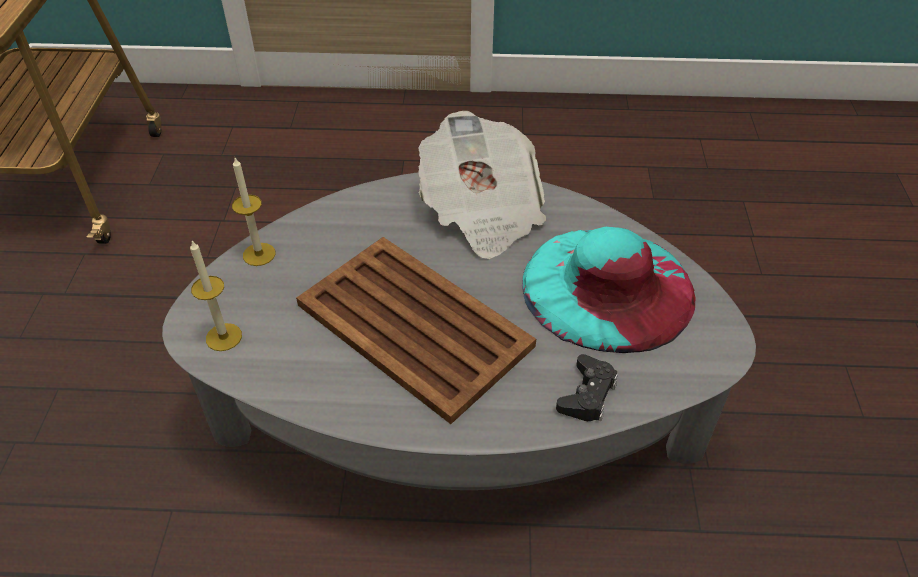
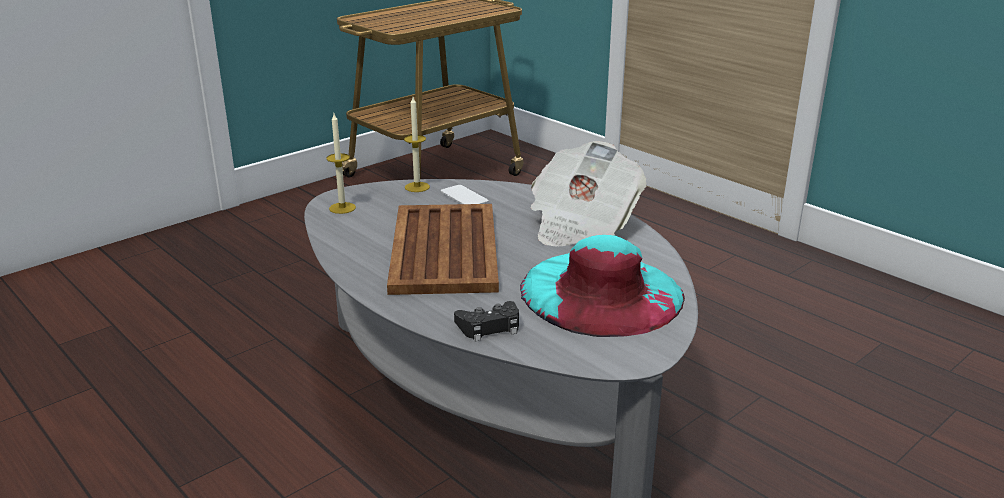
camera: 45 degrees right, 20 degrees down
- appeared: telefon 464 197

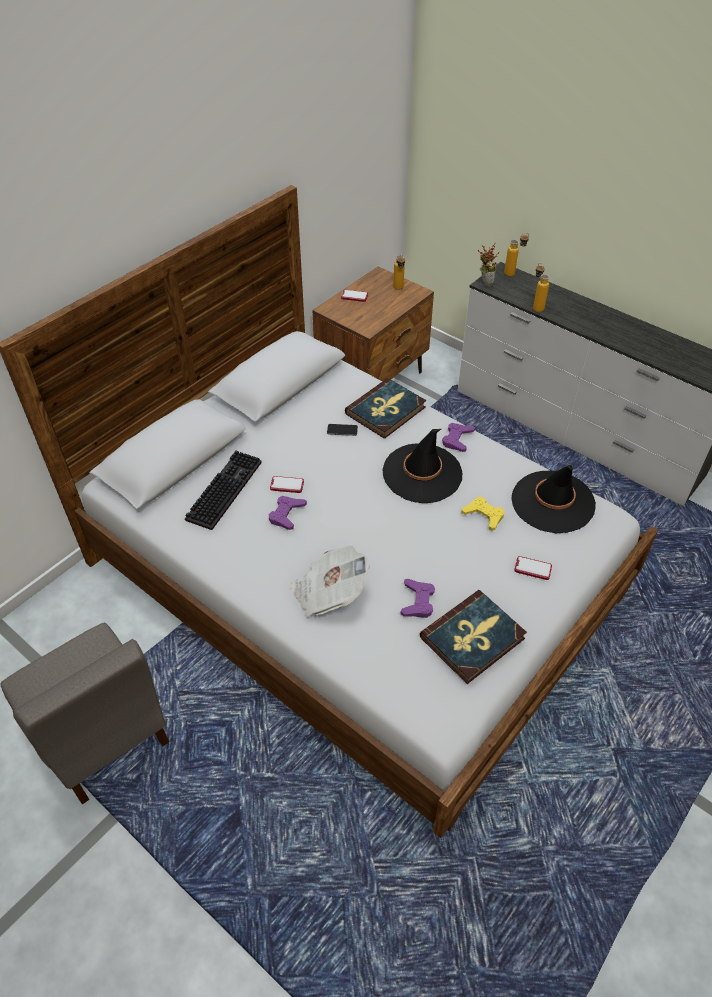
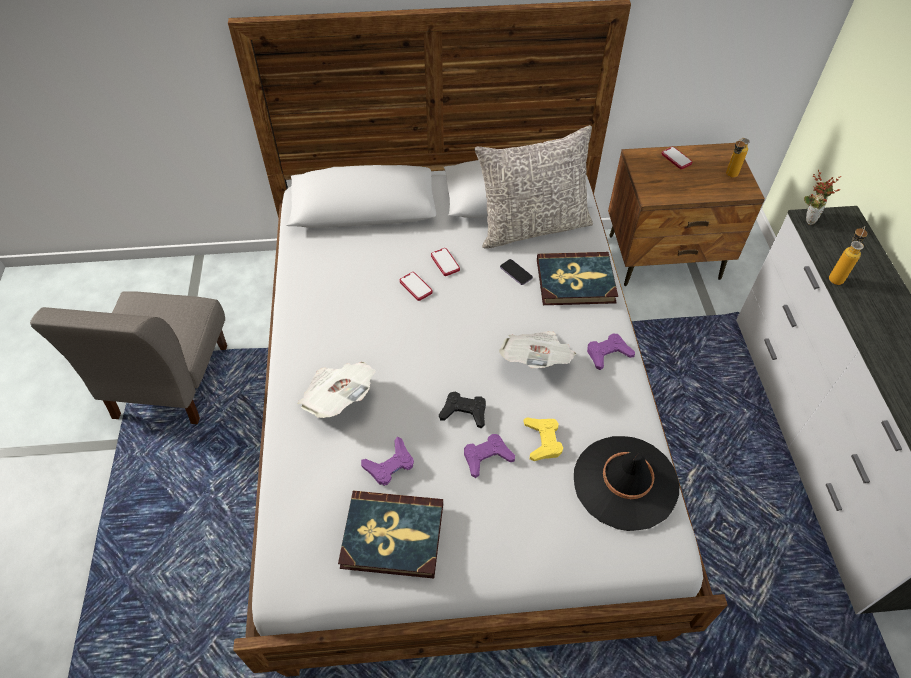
camera: 45 degrees right, 5 degrees up
- missing: klawiatura 223 489
- missing: butelka 513 273
- appeared: pad do gier (czarny) 464 412
- appeared: poduszka (szary) 532 226
- relocated: pad do gier (fioletowy) 286 514 to 487 457
- relocated: telefon 532 569 to 445 262
- exchanged: kapelusz (czarny) 422 473 to gazeta 536 360

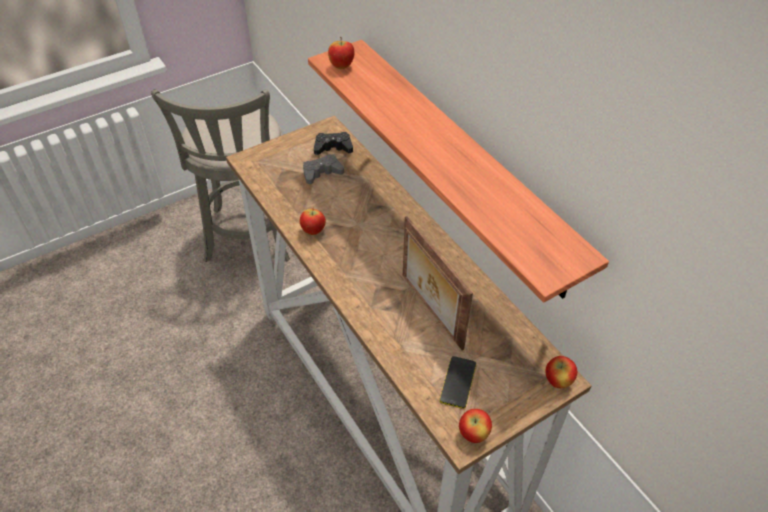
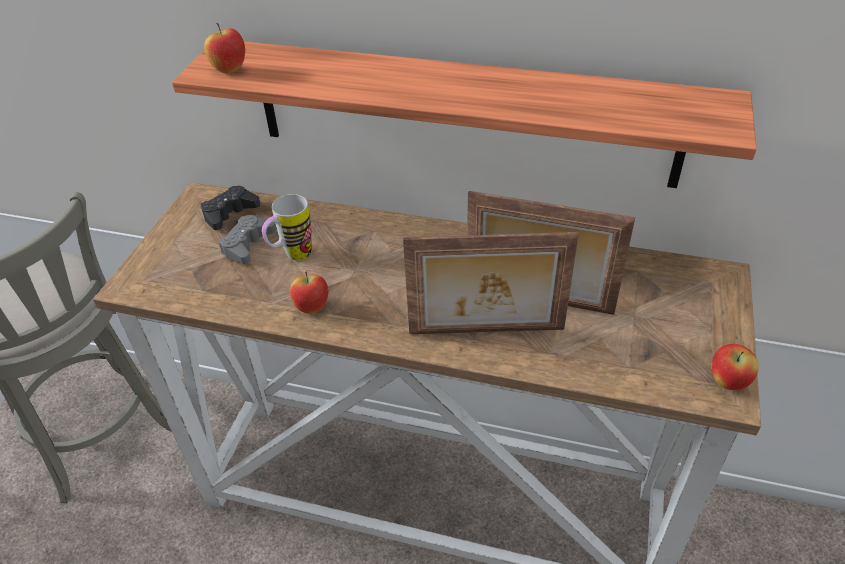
camera: 40 degrees left, 5 degrees down
- missing: telefon 458 382
- missing: jabłko 558 381
- appeared: kubek 292 256
- appeared: ramka na zdjęcie 486 332

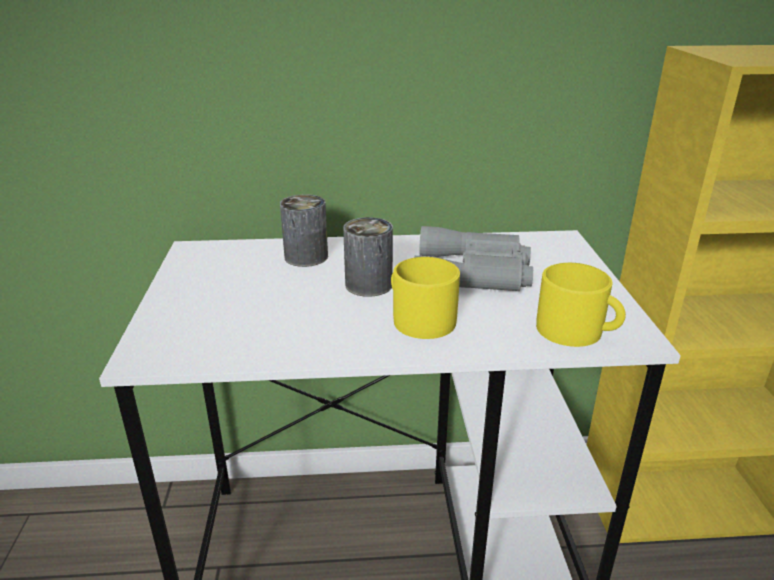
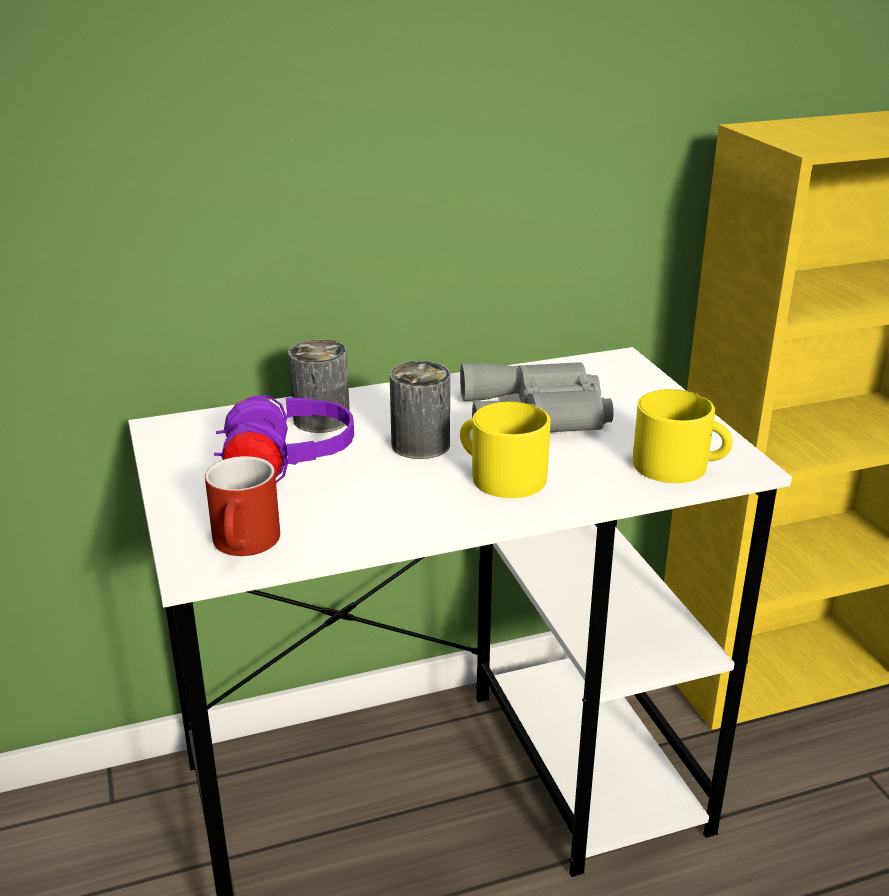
camera: 15 degrees left, 0 degrees up
- appeared: kubek (czerwony) 246 546
- appeared: słuchawki (fioletowy) 287 468

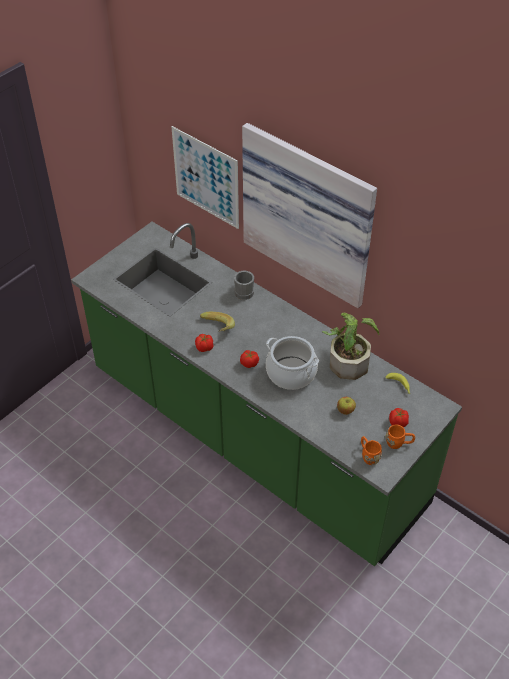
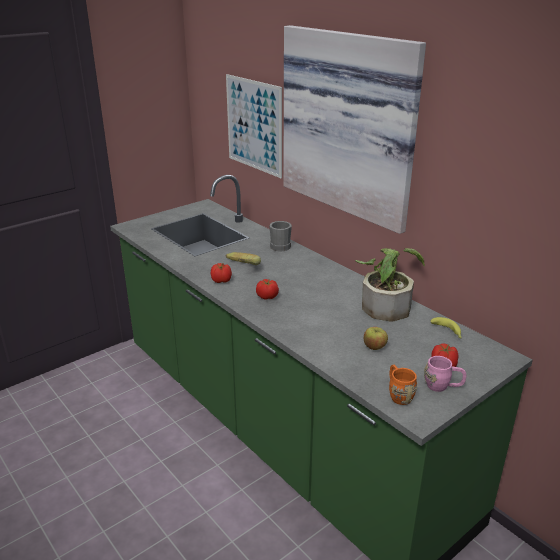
camera: 10 degrees right, 20 degrees down
- missing: garnek 291 373
- colour: kubek (pomarańczowy) 398 443 to kubek (różowy) 442 386

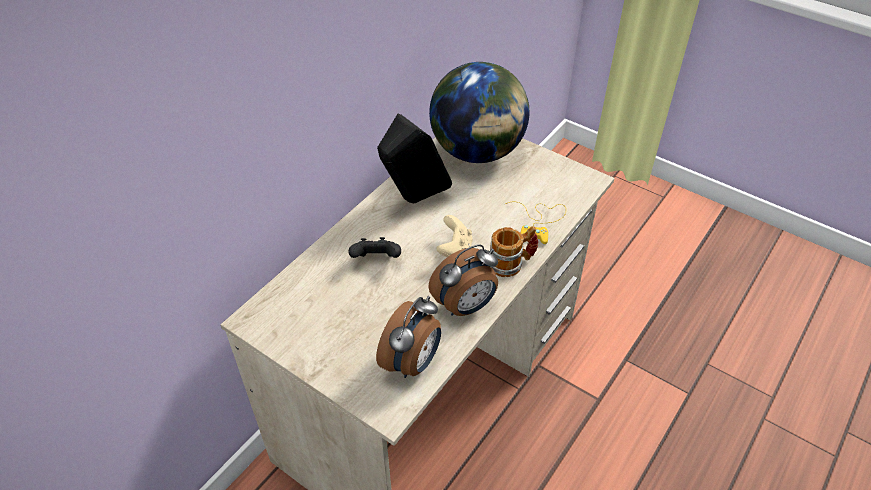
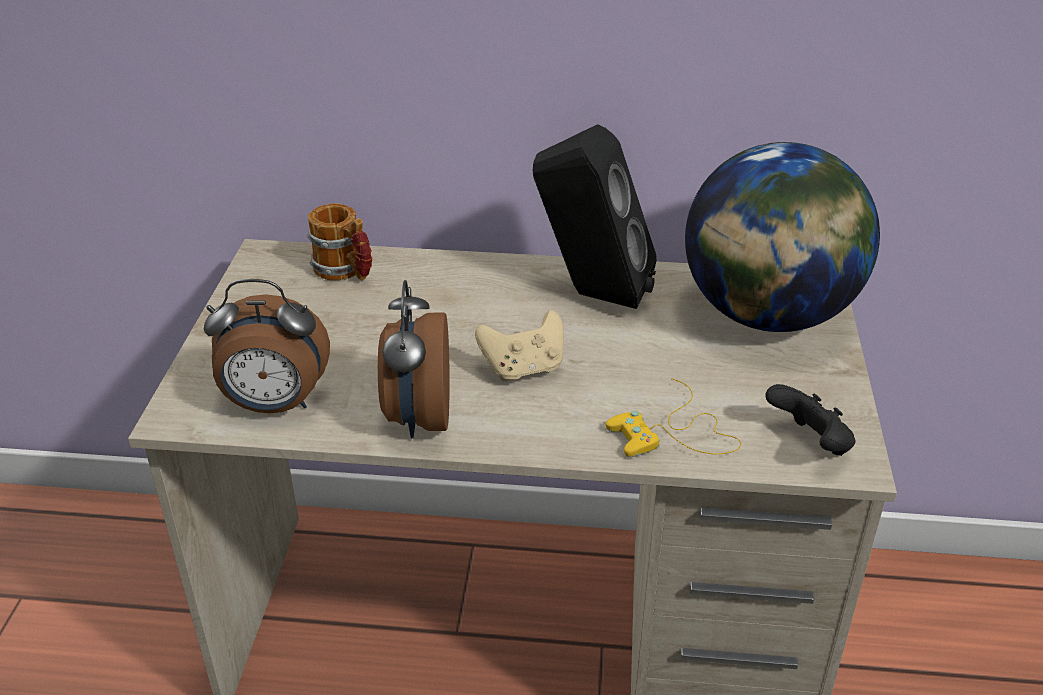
camera: 60 degrees right, 10 degrees down
- relocated: pad do gier (czarny) 376 260 to 810 444
- relocated: kubek 512 263 to 345 272
- spun: budzik 465 306 = 417 417 60 degrees clockwise

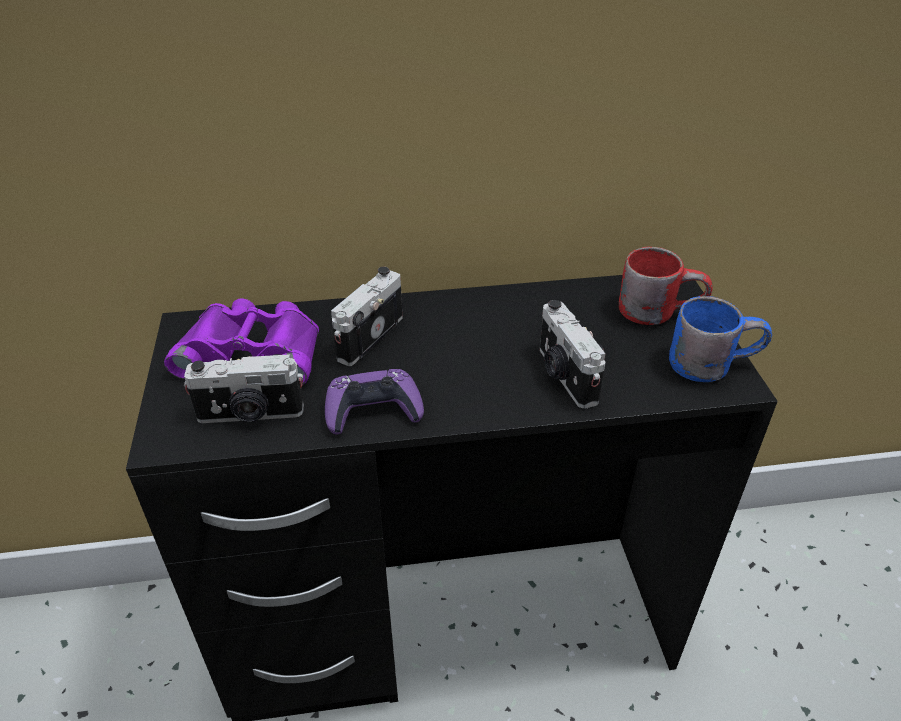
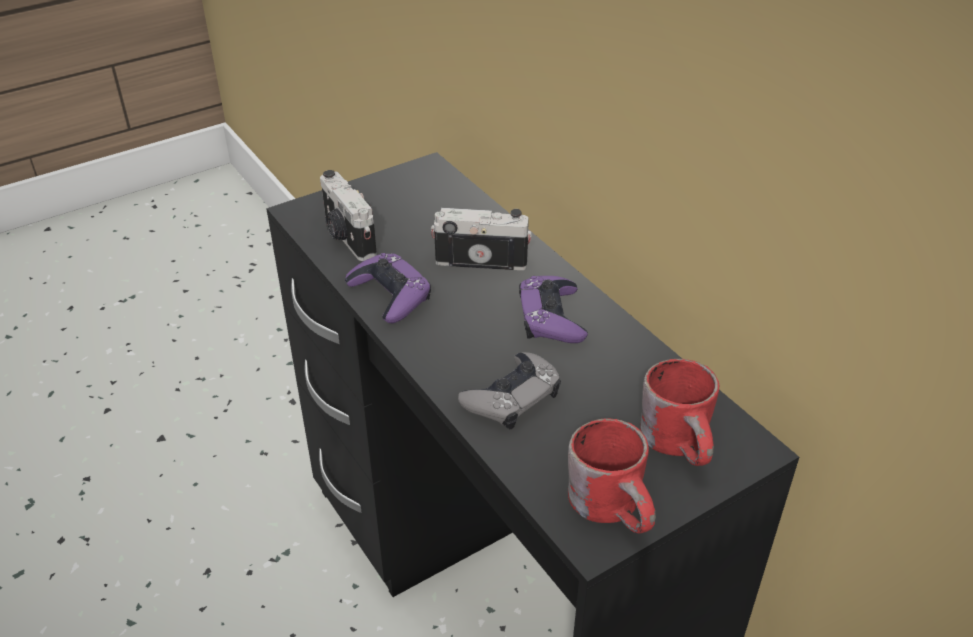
camera: 65 degrees right, 0 degrees up
- missing: lornetka (fioletowy) 253 351
- appeared: pad do gier (fioletowy) 551 317
- exchanged: aparat fotograficzny 564 376 to pad do gier (szary) 512 397
- colour: kubek (niebieski) 709 361 to kubek (czerwony) 616 507

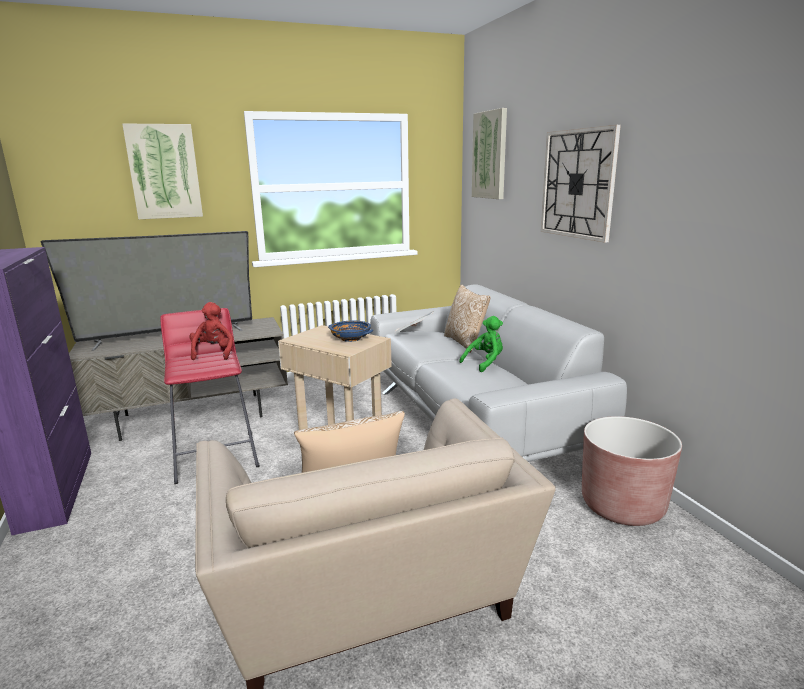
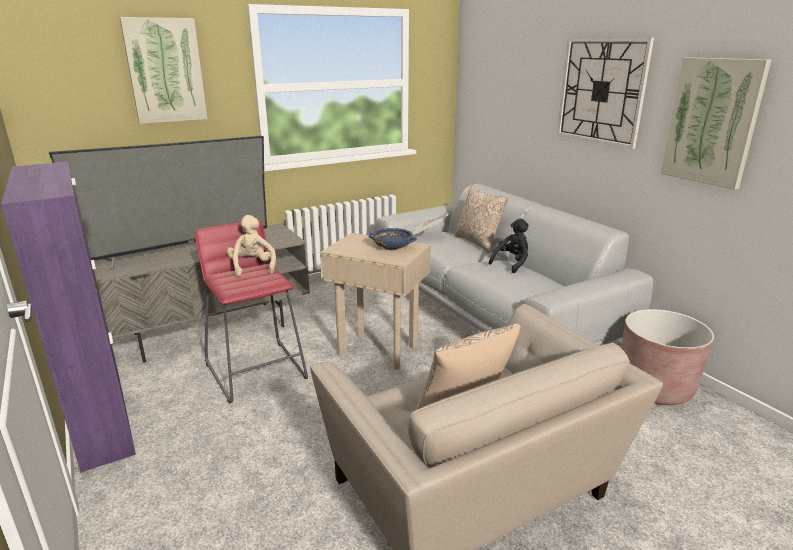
camera: 10 degrees left, 5 degrees up
- relocated: obraz 490 155 to 712 122
- colour: pluszak (czerwony) 213 353 to pluszak (beżowy) 252 267
- colour: pluszak (zielony) 485 363 to pluszak (czarny) 511 263

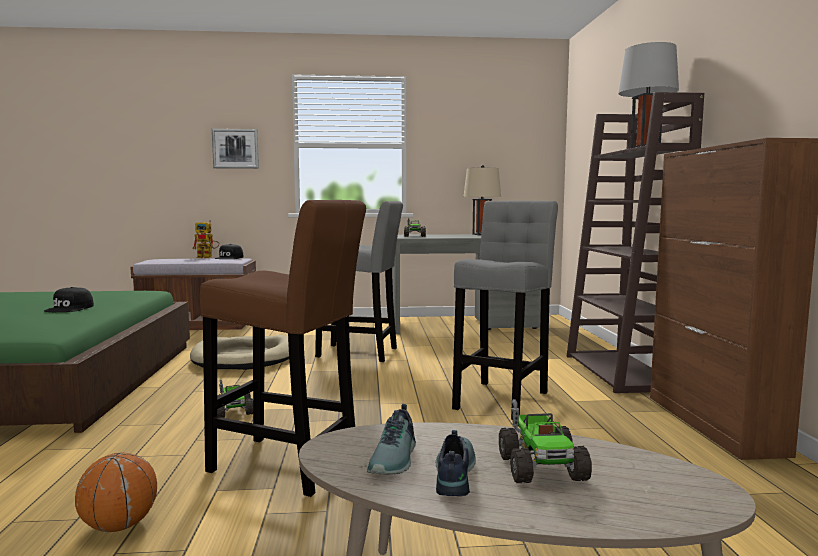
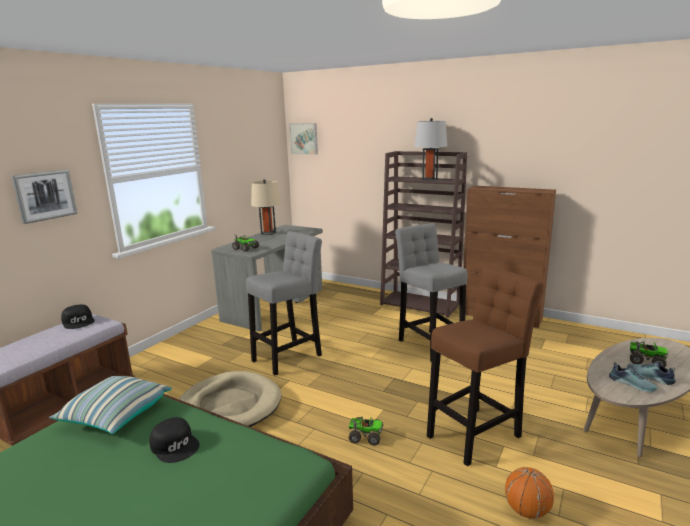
camera: 55 degrees left, 10 degrees up
- missing: robot zabawkowy 208 257
- appeared: poduszka 115 416
- appeared: obraz 304 138

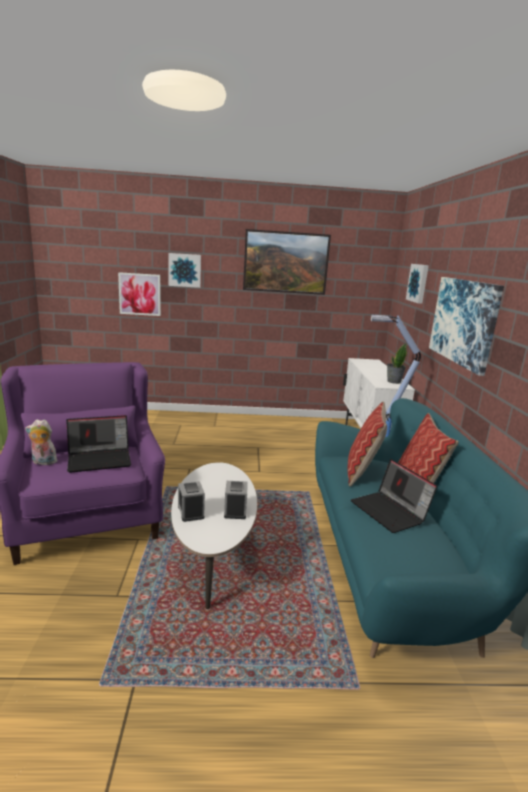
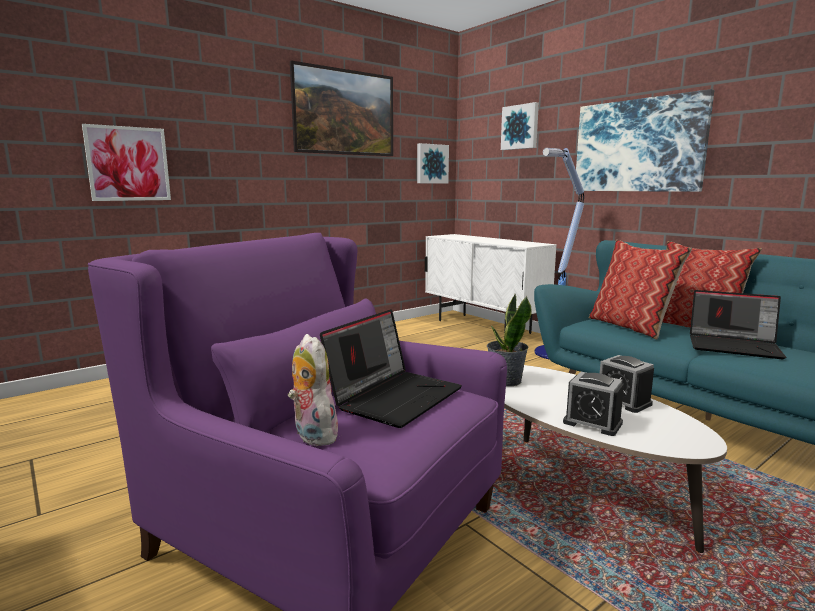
camera: 35 degrees left, 5 degrees down
- relocated: obraz 185 270 to 431 164
- relocated: roślina doniczkowa 393 381 to 505 381
- spun: pluszak 43 462 = 312 435 90 degrees clockwise

